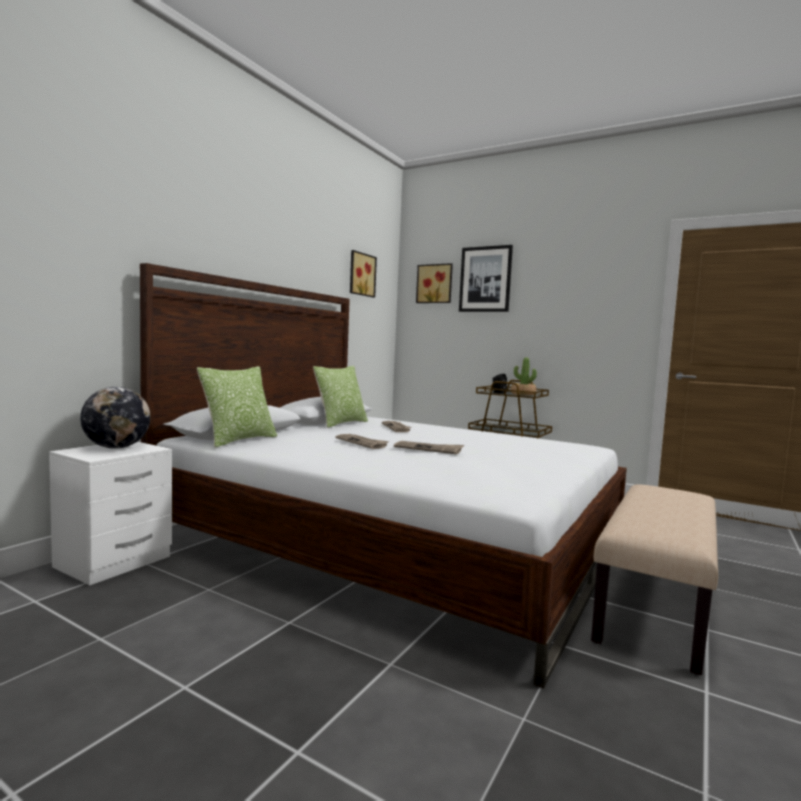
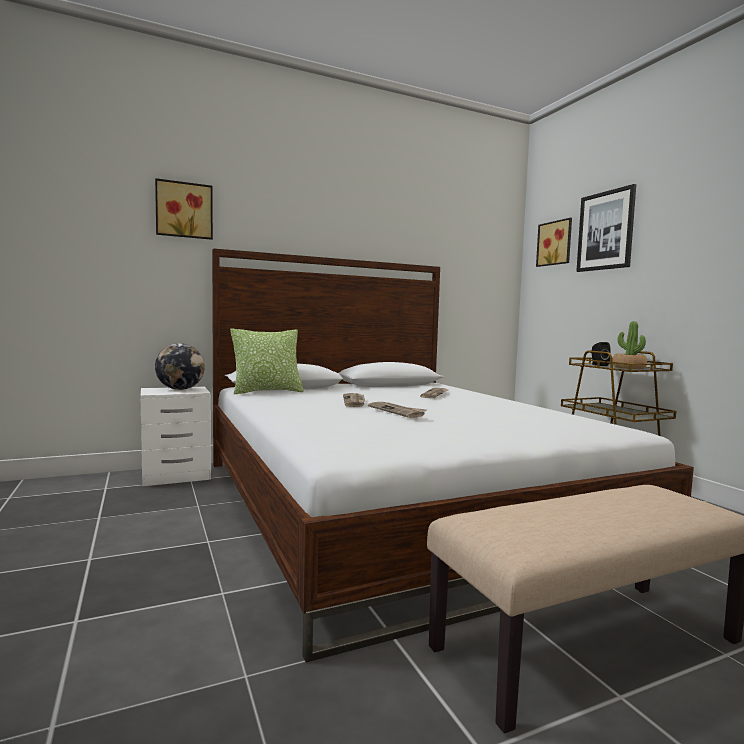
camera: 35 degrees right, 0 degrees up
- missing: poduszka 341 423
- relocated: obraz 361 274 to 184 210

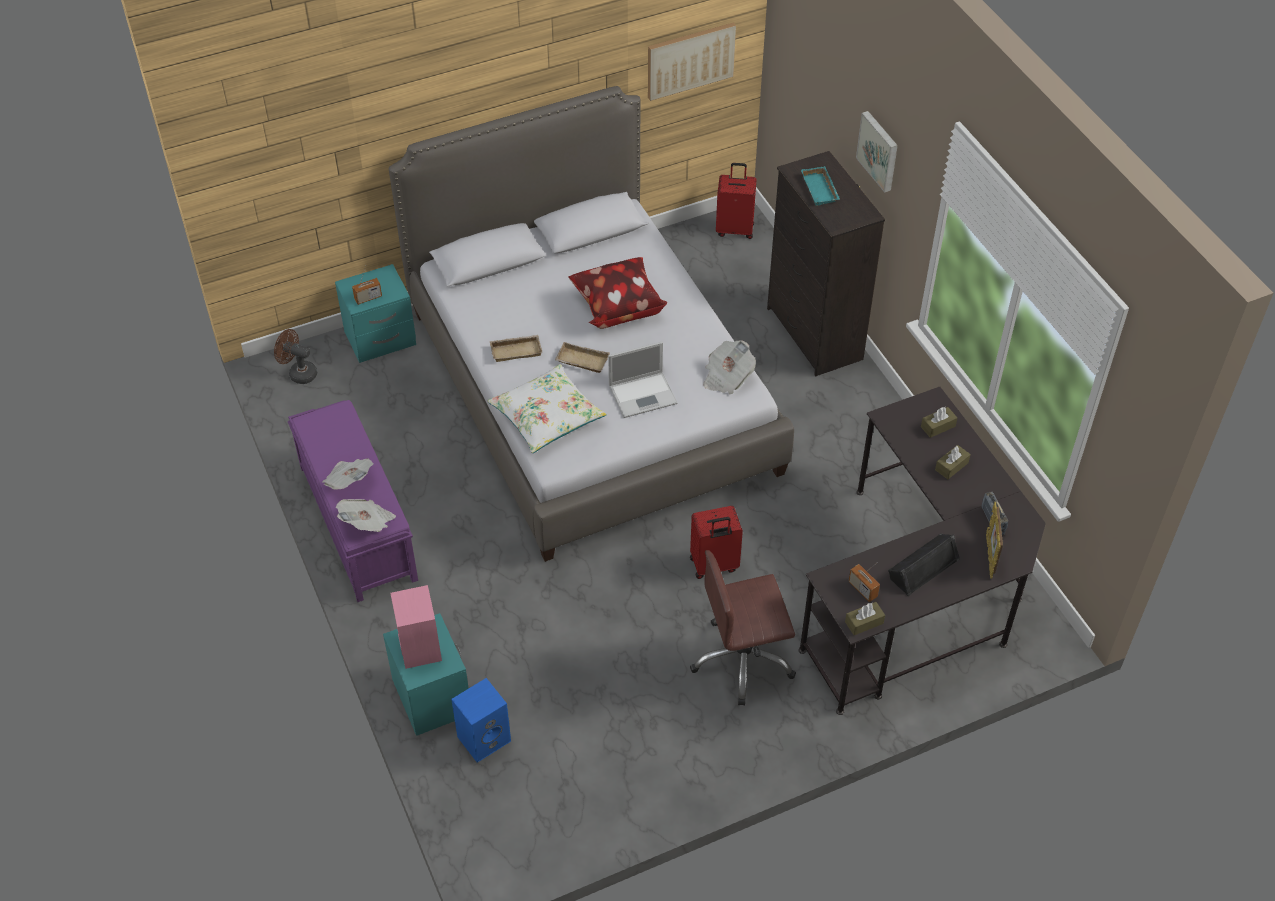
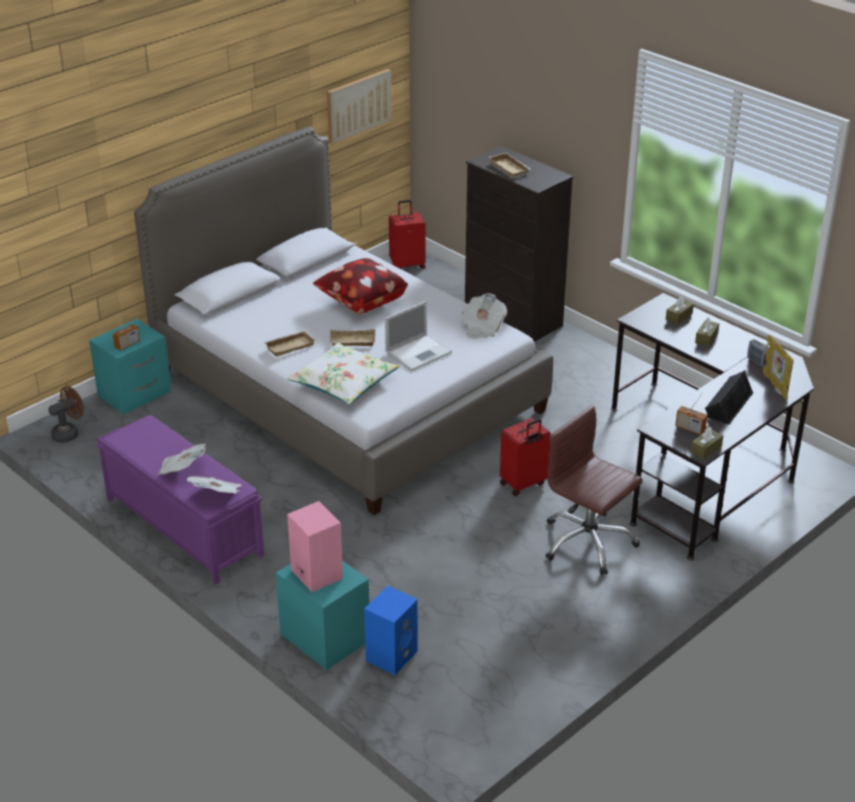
camera: 20 degrees left, 15 degrees down
- missing: obraz 879 150
- colour: taca (turkusowy) 821 189 to taca (beżowy) 510 168
- spun: wentylator (brązowy) 299 373 = 69 433 135 degrees clockwise
- spun: krzesło biurowe (brązowy) 742 660 = 587 543 75 degrees clockwise

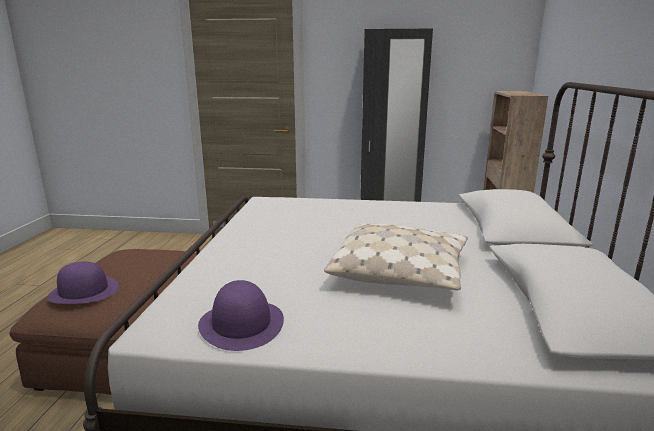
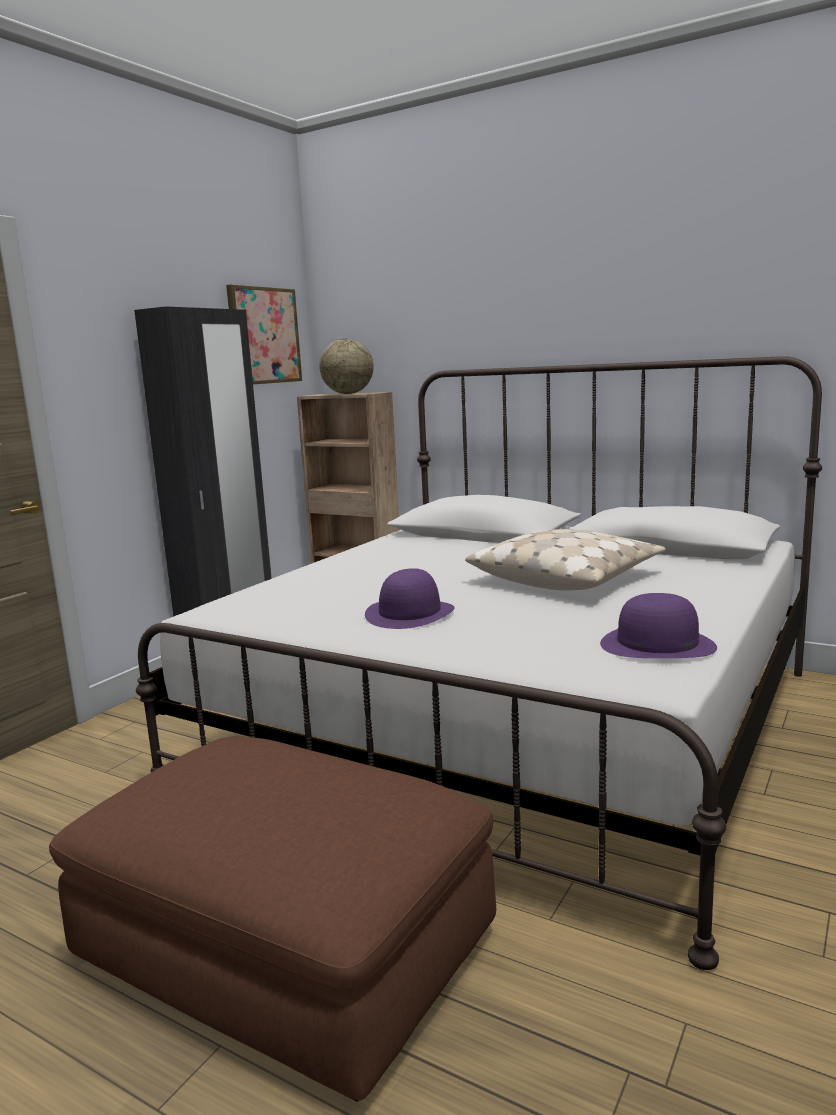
camera: 65 degrees left, 5 degrees down
- appeared: obraz 264 336
- appeared: globus 348 393
- relocated: kapelusz (fioletowy) 84 291 to 409 613

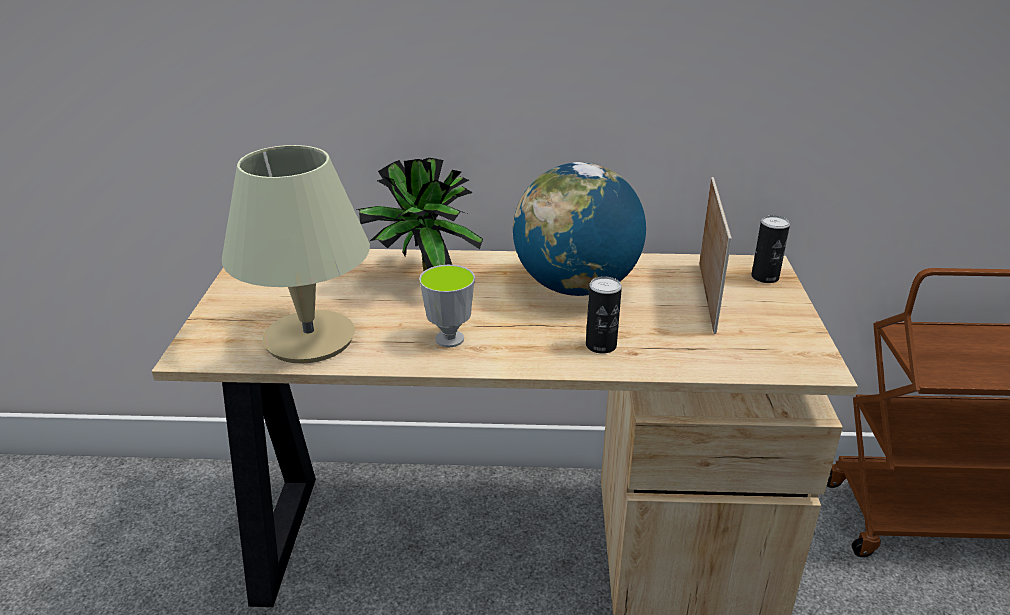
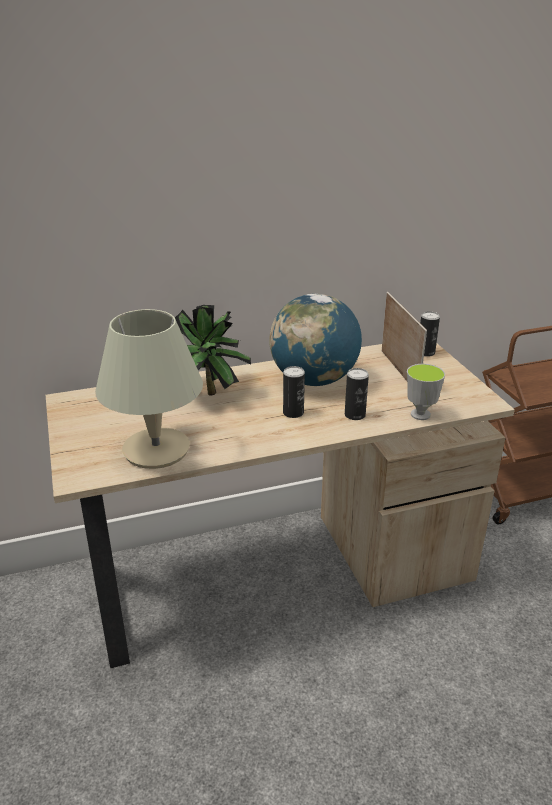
camera: 20 degrees left, 0 degrees up
- appeared: puszka 293 413
- relocated: filiżanka 449 339 to 420 414

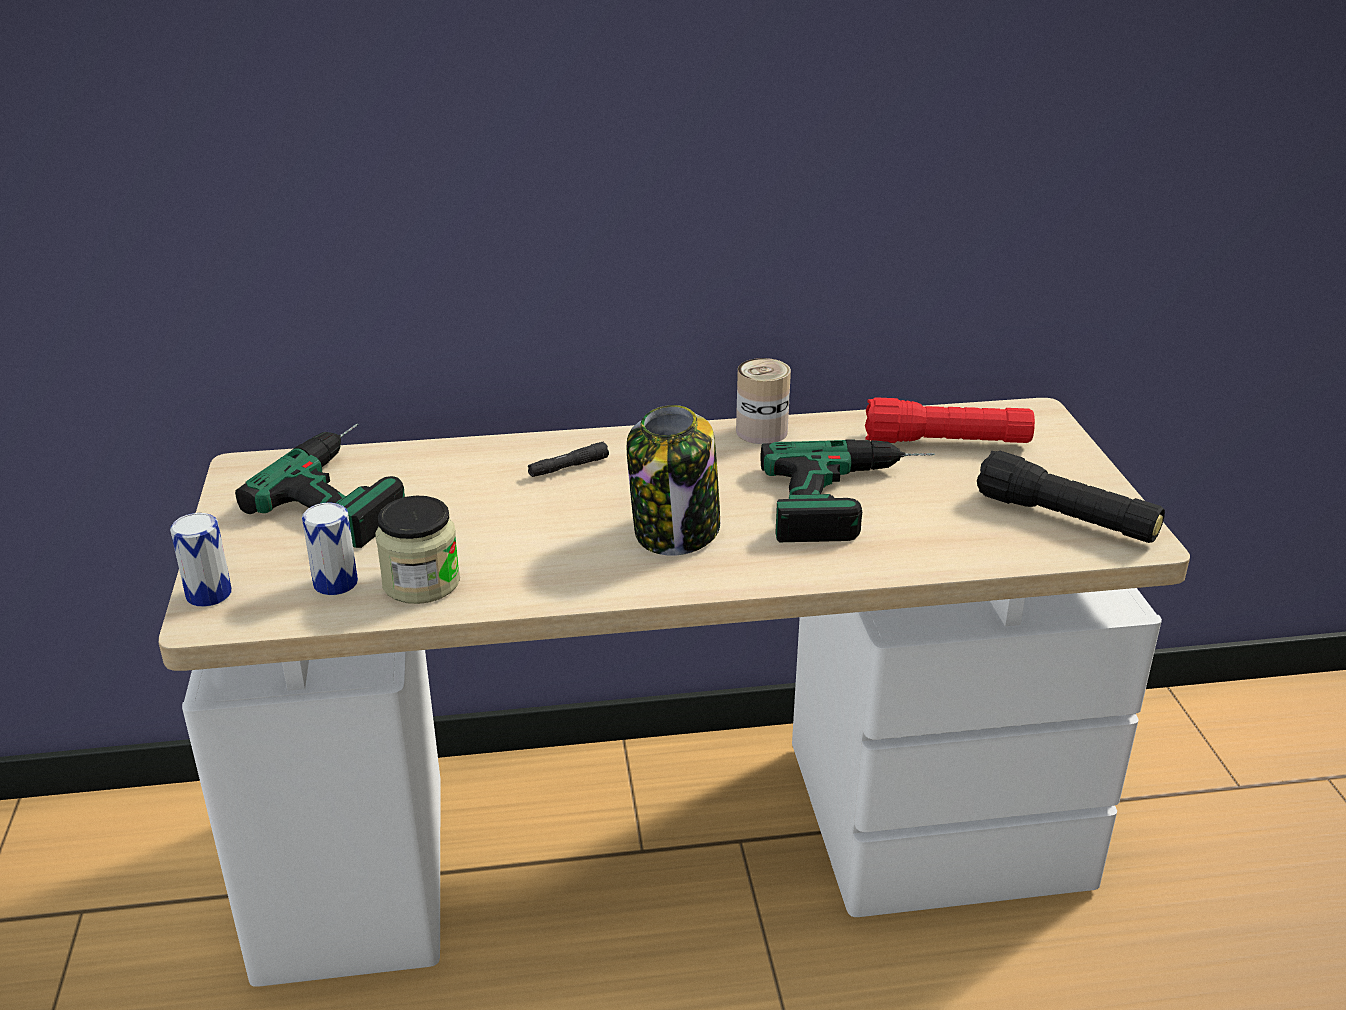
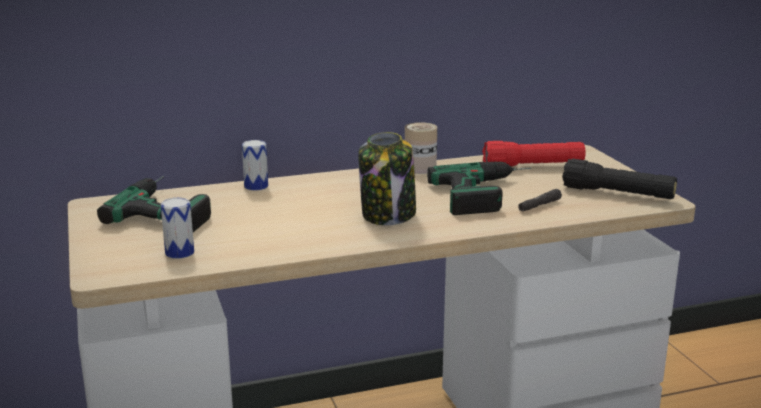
camera: 10 degrees left, 10 degrees down
- missing: słoik 421 583
- relocated: puszka 209 594 to 256 186
- relocated: latarka (czarny) 568 467 to 539 206

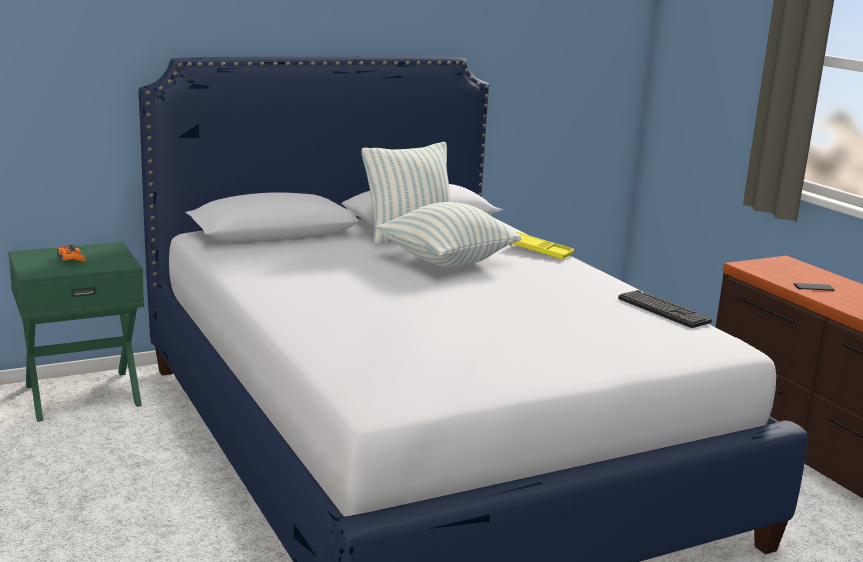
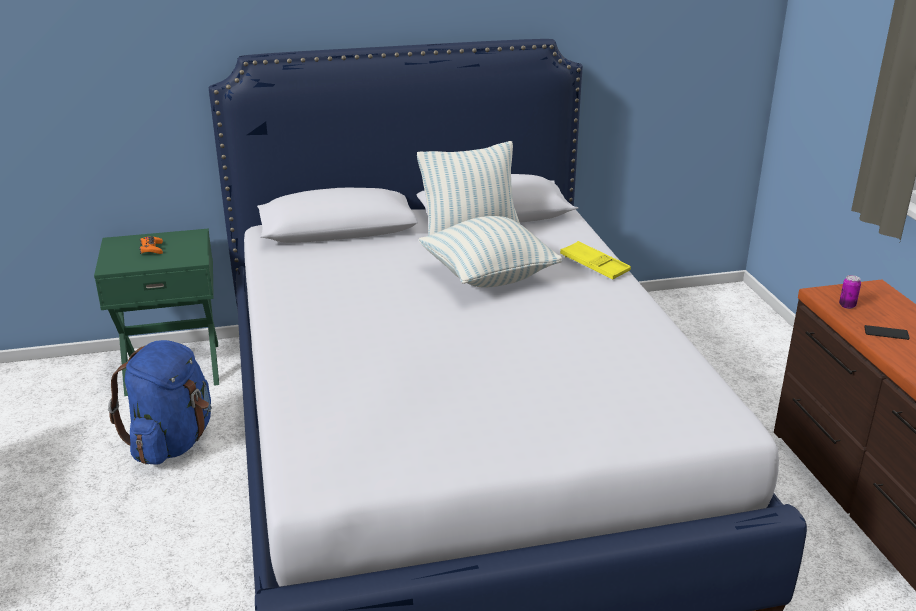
camera: 15 degrees right, 10 degrees up
- missing: klawiatura 663 310
- appeared: plecak (niebieski) 172 442
- appeared: puszka 847 305

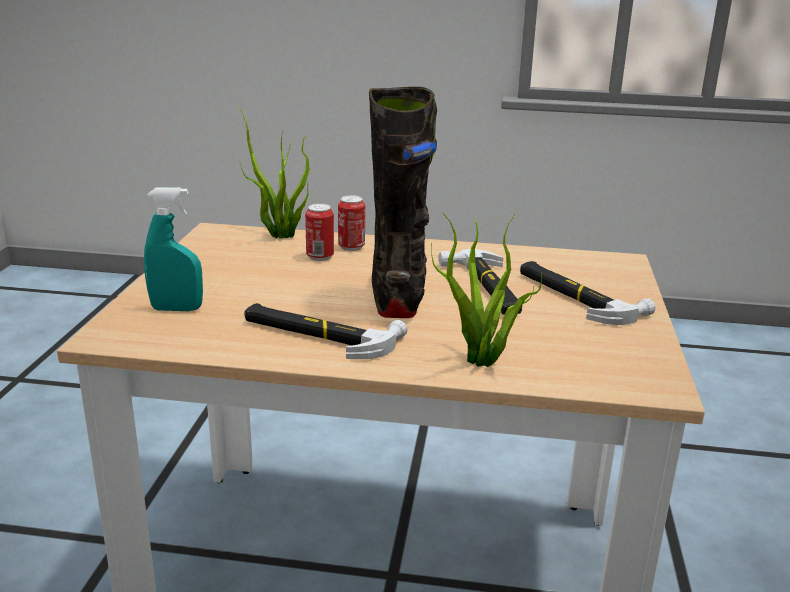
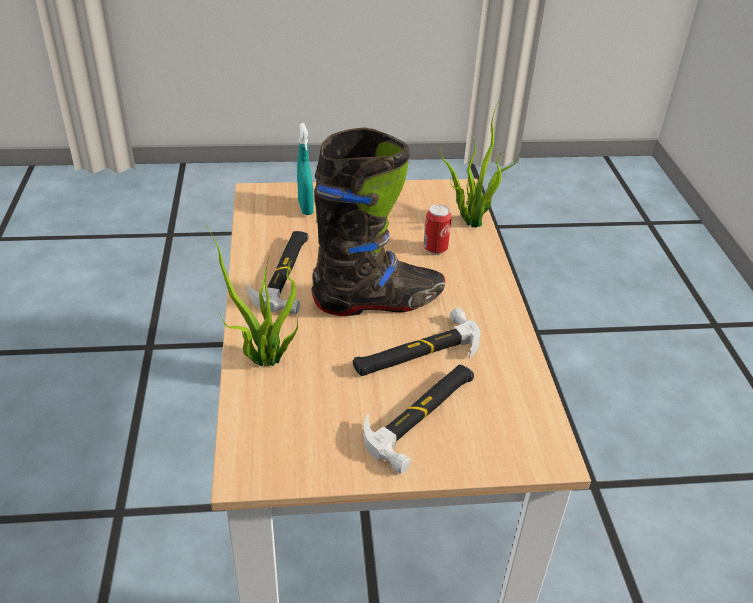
camera: 75 degrees right, 15 degrees up
- missing: puszka 351 247

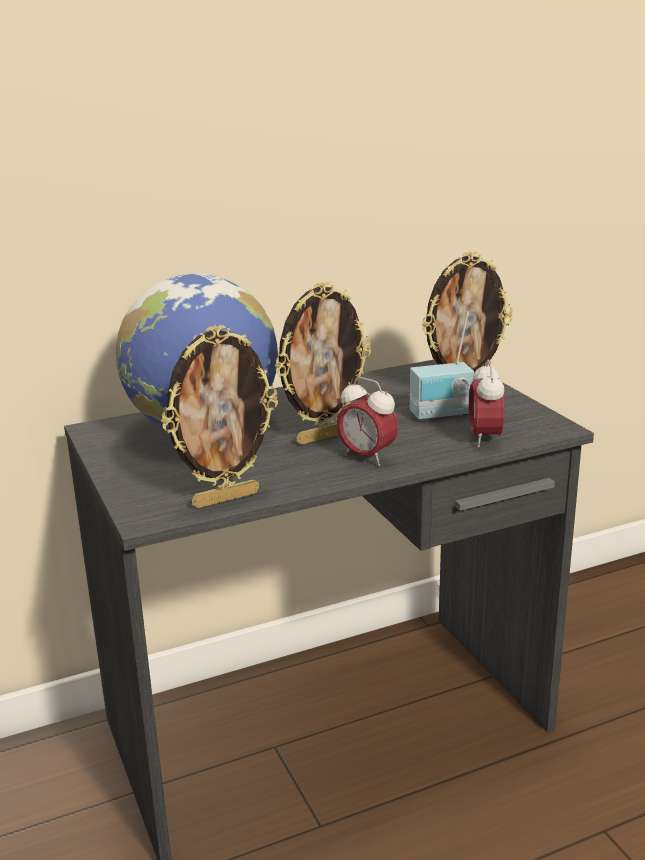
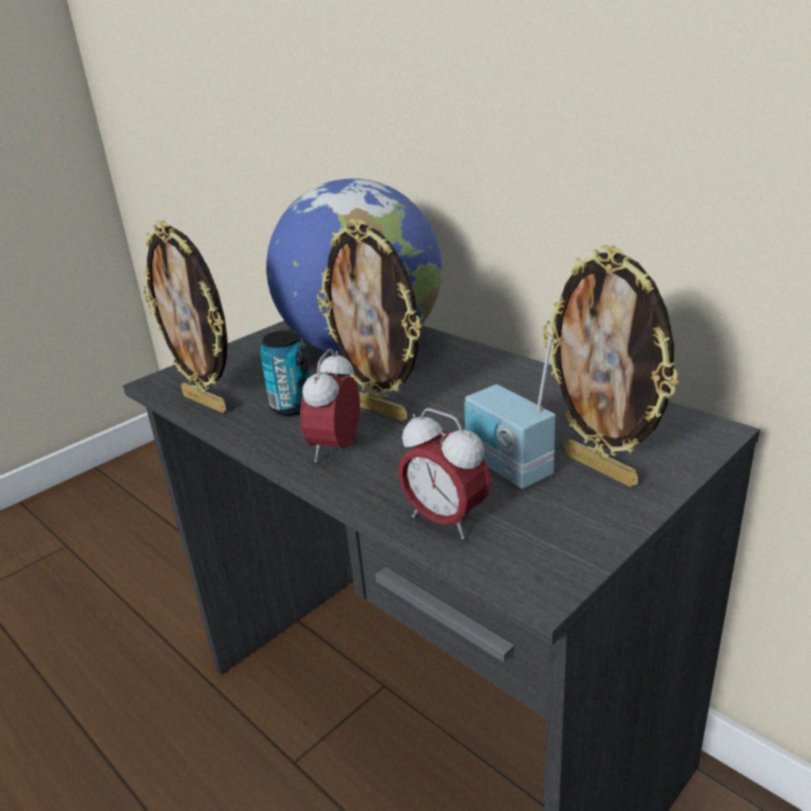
camera: 70 degrees right, 5 degrees up
- appeared: puszka 292 407
- spun: budzik 484 438 = 445 520 120 degrees counterclockwise

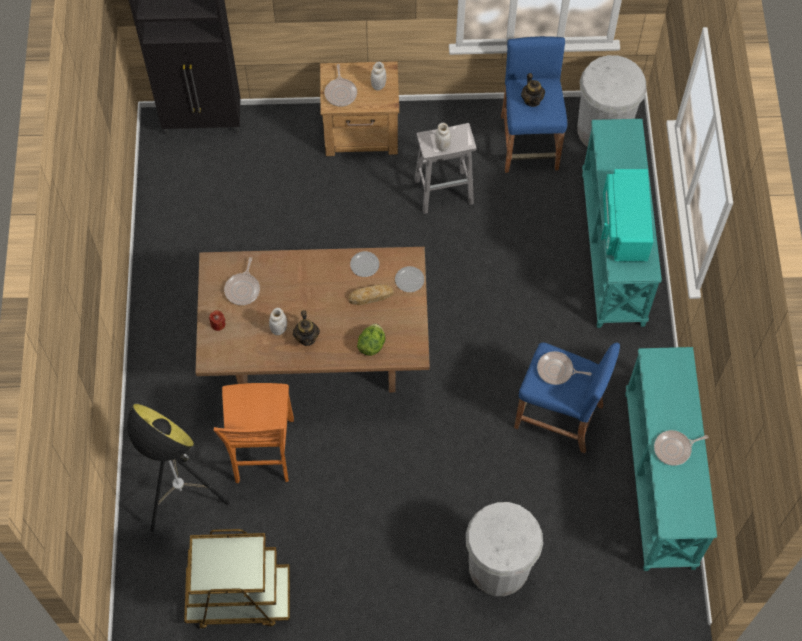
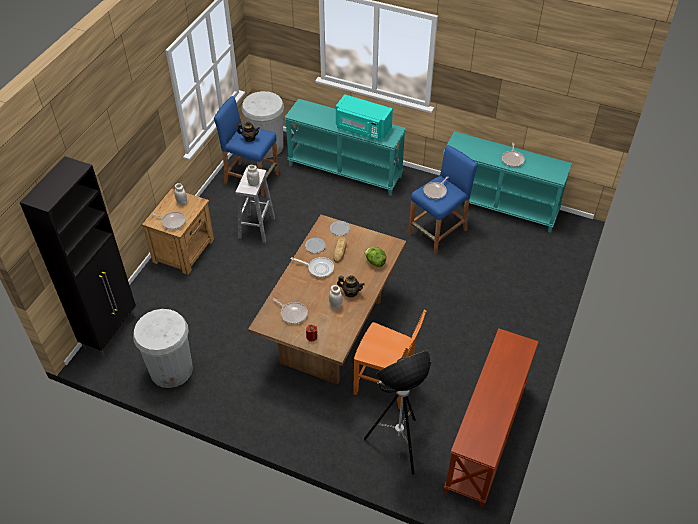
camera: 65 degrees left, 15 degrees down
- appeared: patelnia 318 268
- relocated: kosz na śmieci (biały) 499 567 to 171 369
- exchanged: wózek (brązowy) 238 598 to stolik konsolowy (brązowy) 486 438

